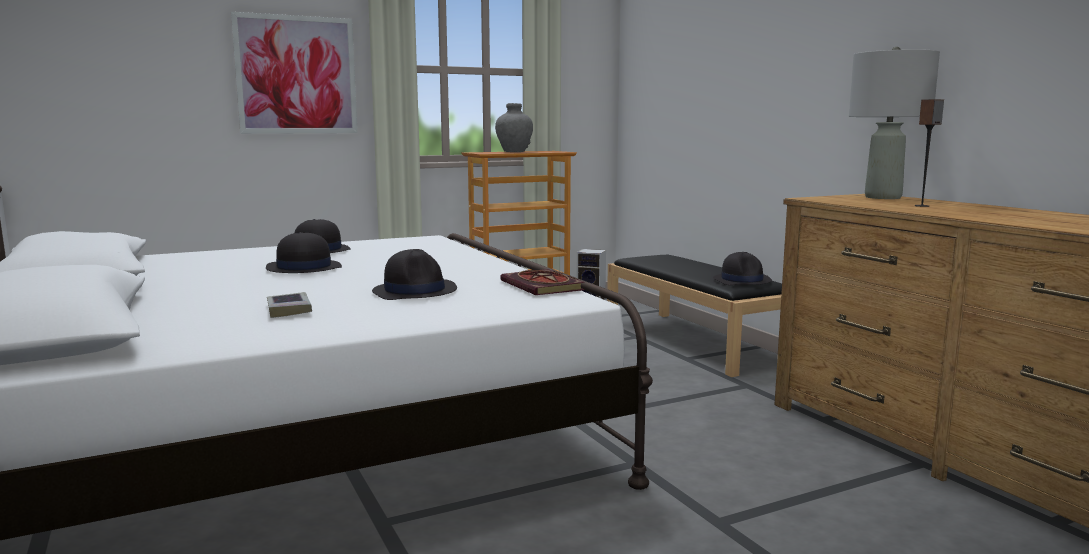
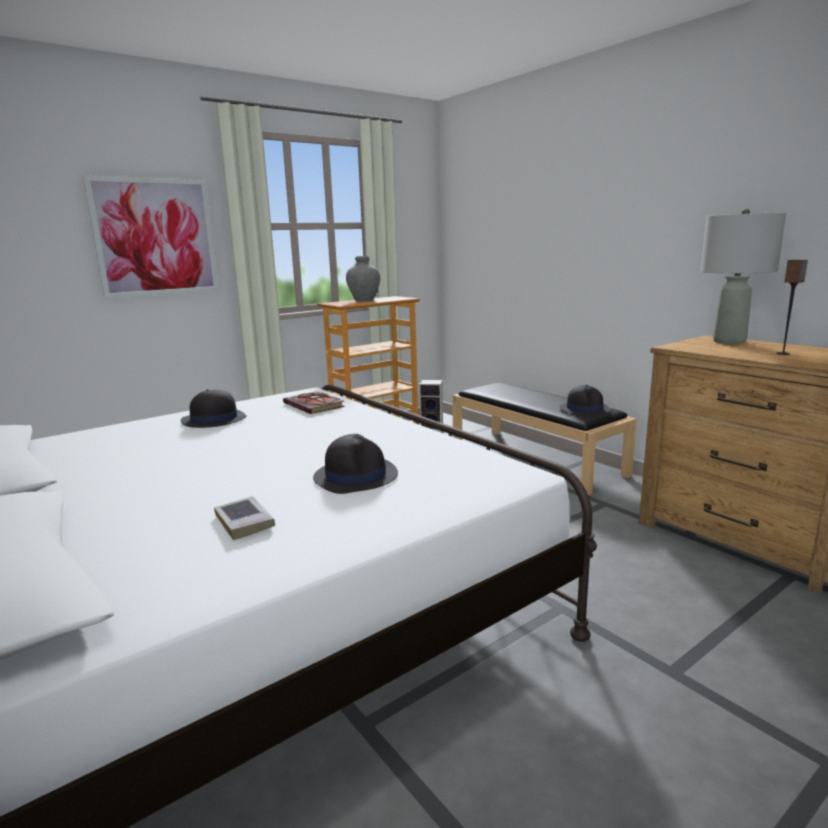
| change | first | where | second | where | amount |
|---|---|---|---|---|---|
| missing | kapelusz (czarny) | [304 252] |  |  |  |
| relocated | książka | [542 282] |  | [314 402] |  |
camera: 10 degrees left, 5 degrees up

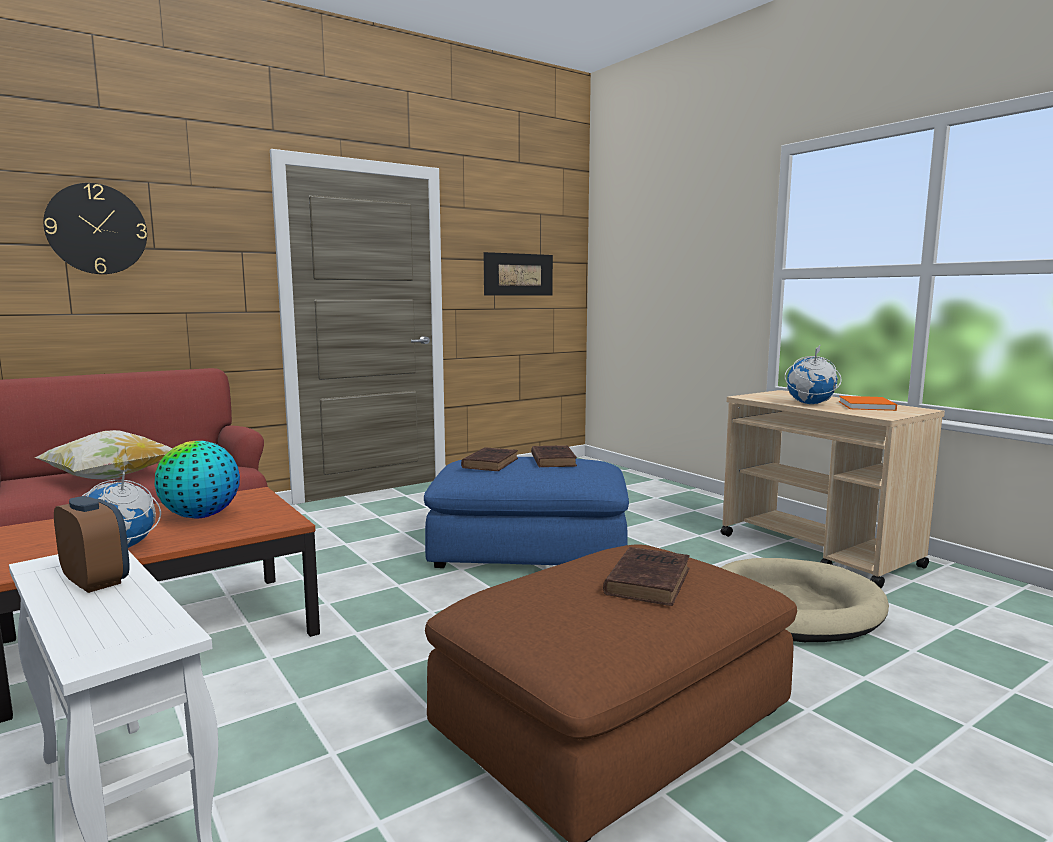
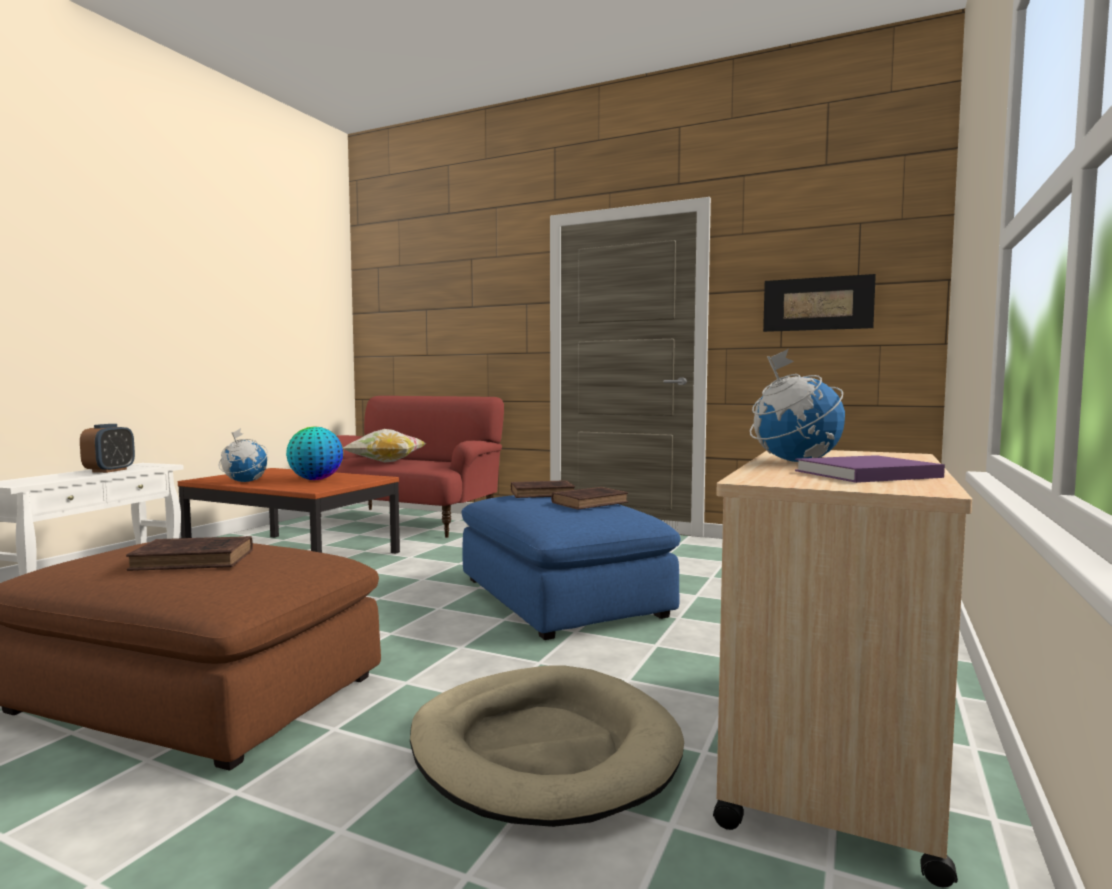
| change | first | where | second | where | amount |
|---|---|---|---|---|---|
| missing | zegar ścienny | [95 228] |  |  |  |
| colour | książka (pomarańczowy) | [868 403] | książka (fioletowy) | [870 469] |  |
camera: 60 degrees right, 5 degrees down

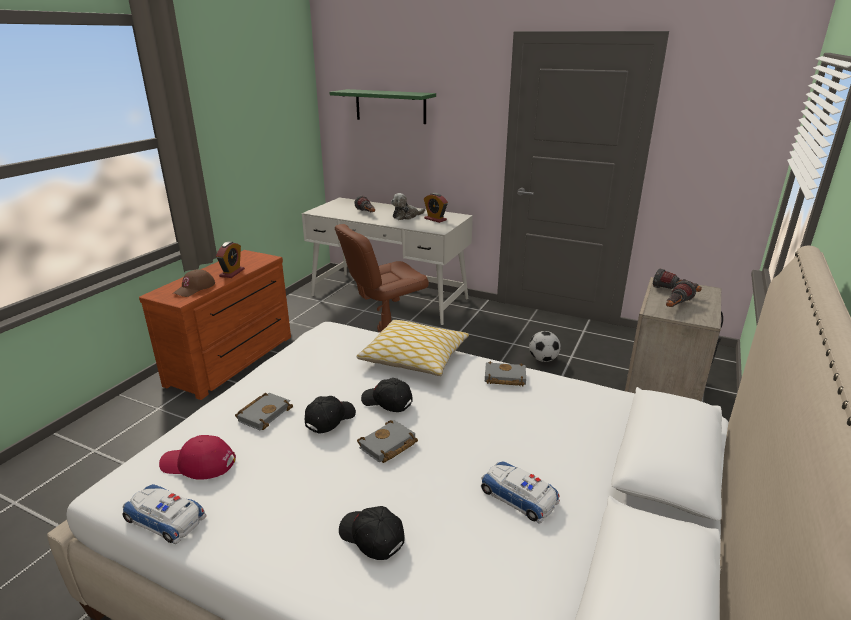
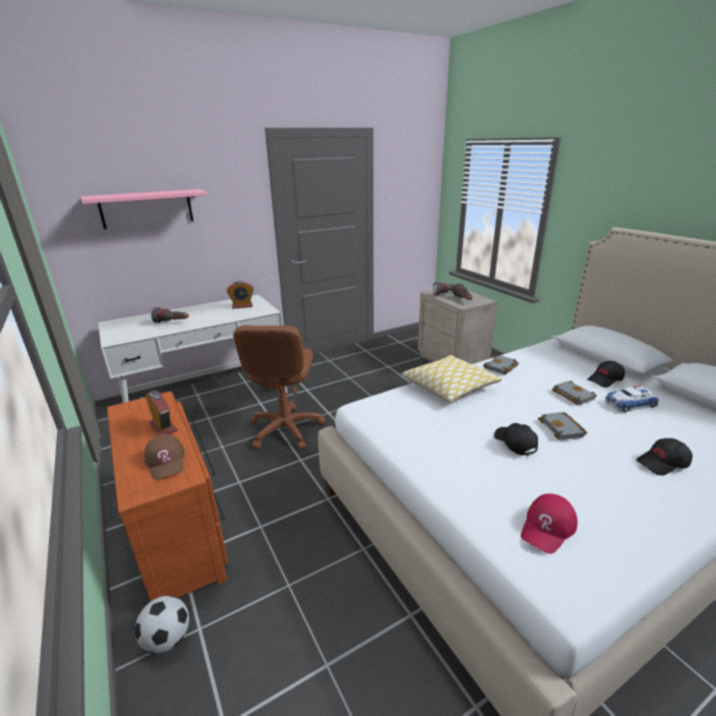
| change | first | where | second | where | amount |
|---|---|---|---|---|---|
| colour | półka (zielony) | [382 106] | półka (różowy) | [144 209] |  |
| missing | pluszak | [408 206] |  |  |  |
| relocated | piłka futbolowa | [545 346] |  | [162 625] |  |
| relocated | czapka z daszkiem (czarny) | [387 395] |  | [606 374] |  |
| relocated | książka (szary) | [264 411] |  | [574 393] |  |
| missing | samochodzik | [165 514] |  |  |  |
camera: 55 degrees left, 0 degrees up

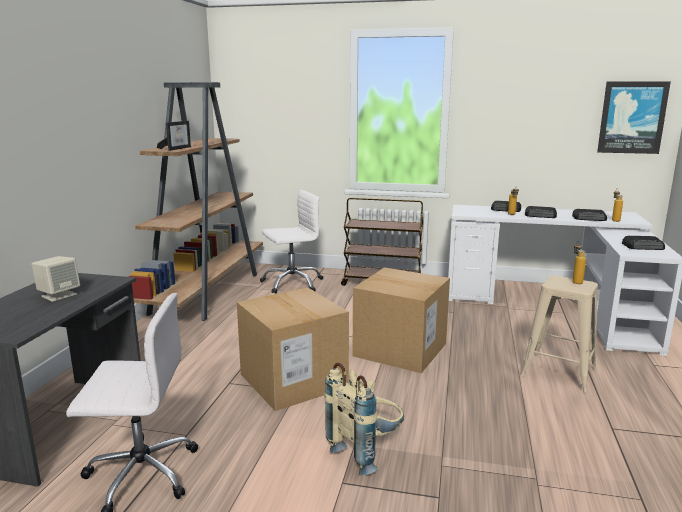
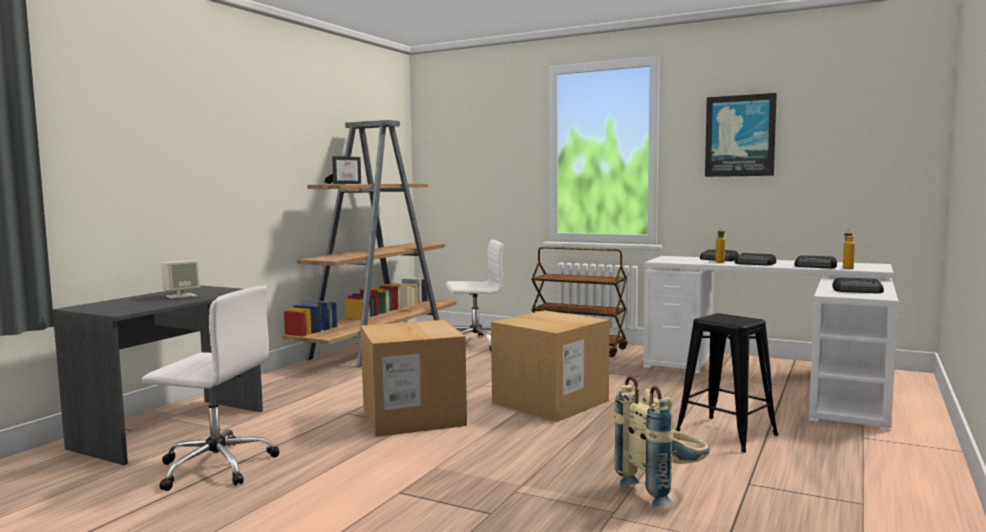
| change | first | where | second | where | amount |
|---|---|---|---|---|---|
| relocated | obraz | [634 117] |  | [741 135] |  |
| missing | butelka | [579 262] |  |  |  |
| colour | stołek (beżowy) | [559 334] | stołek (czarny) | [727 383] |  |
| relocated | plecak (beżowy) | [364 419] |  | [662 442] |  |
camera: 15 degrees right, 10 degrees down

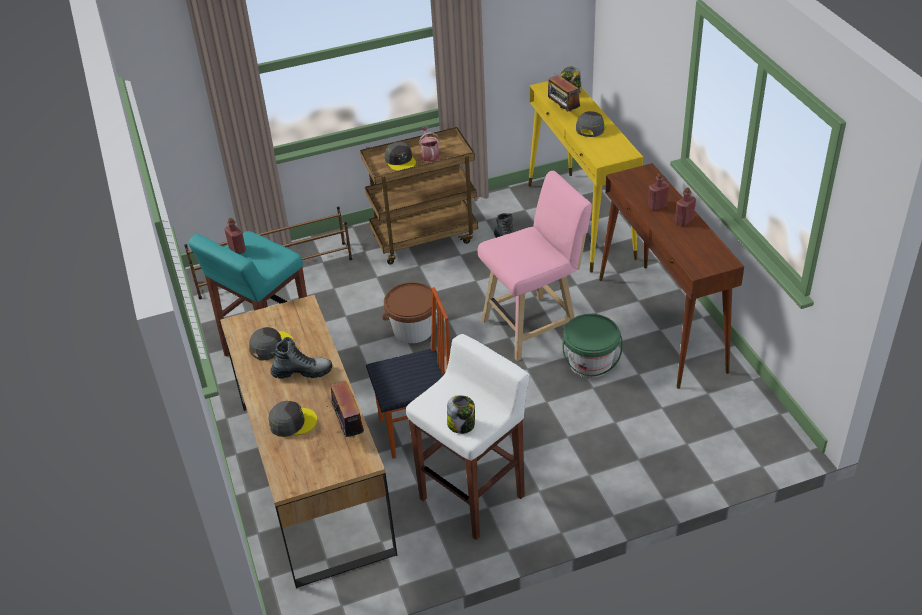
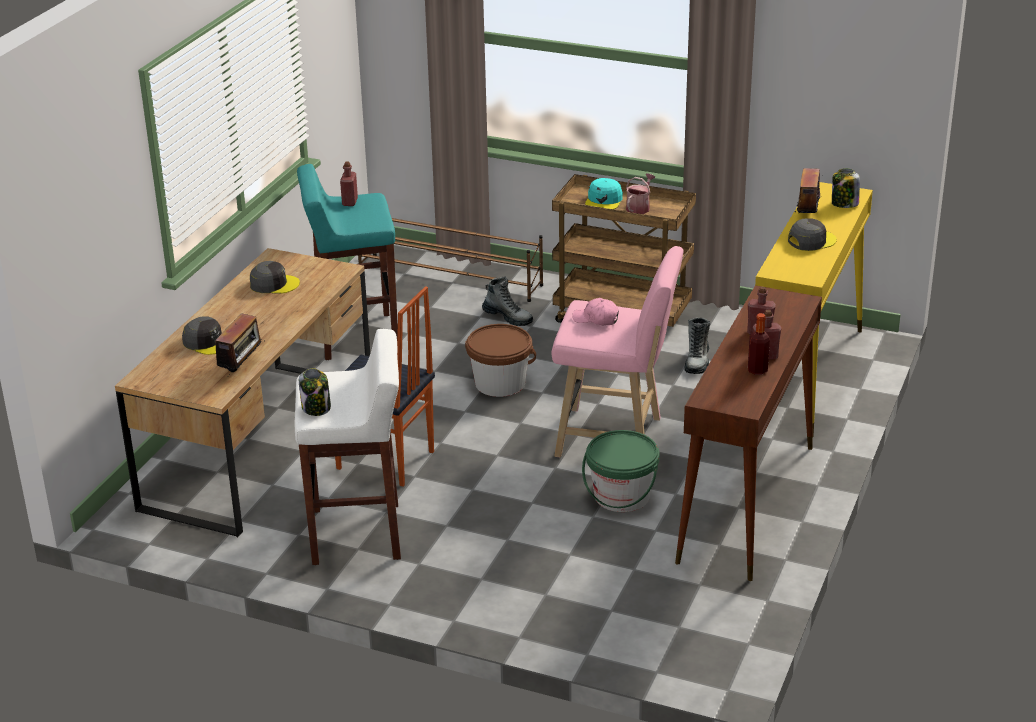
| change | first | where | second | where | amount |
|---|---|---|---|---|---|
| colour | czapka z daszkiem (szary) | [400 156] | czapka z daszkiem (turkusowy) | [604 193] |  |
| relocated | but z cholewką | [301 358] |  | [507 301] |  |
| appeared |  |  | czapka z daszkiem (różowy) | [595 311] |  |
| appeared |  |  | butelka | [759 344] |  |
camera: 40 degrees right, 10 degrees down

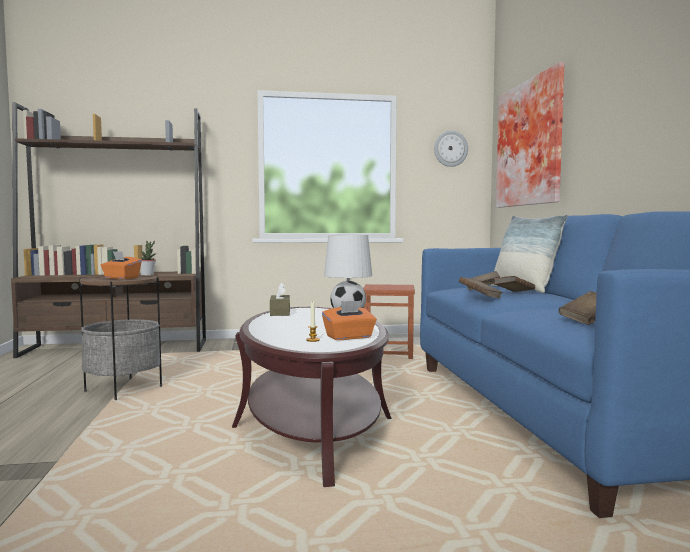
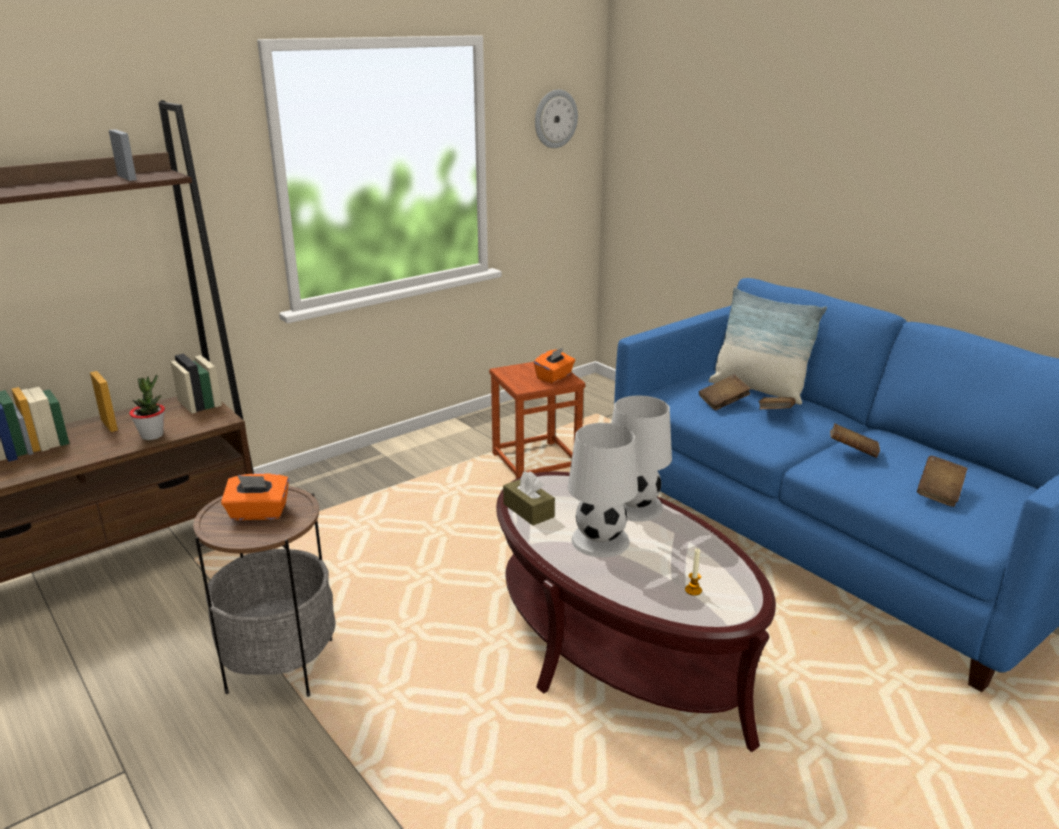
| change | first | where | second | where | amount |
|---|---|---|---|---|---|
| missing | obraz | [530 135] |  |  |  |
| relocated | książka (brązowy) | [481 287] |  | [855 440] |  |
| relocated | pudełko chusteczek (pomarańczowy) | [349 320] |  | [554 365] |  |
| appeared |  |  | lampa stołowa (biały) | [603 490] |  |
camera: 30 degrees left, 20 degrees up

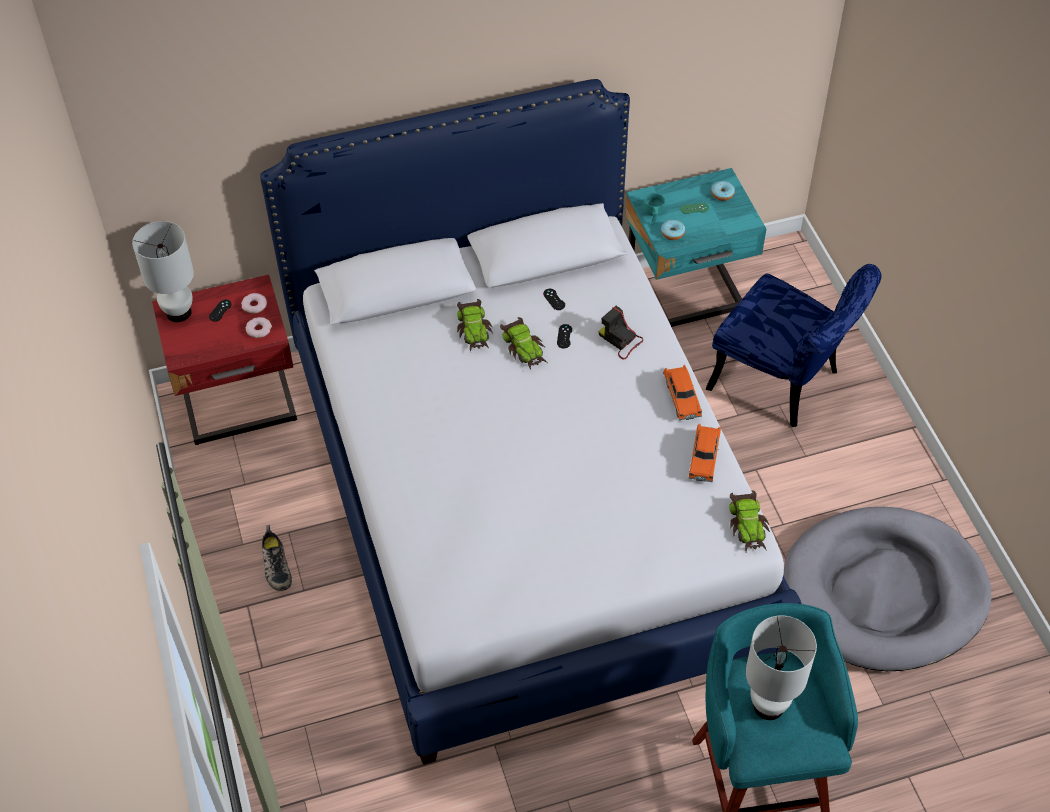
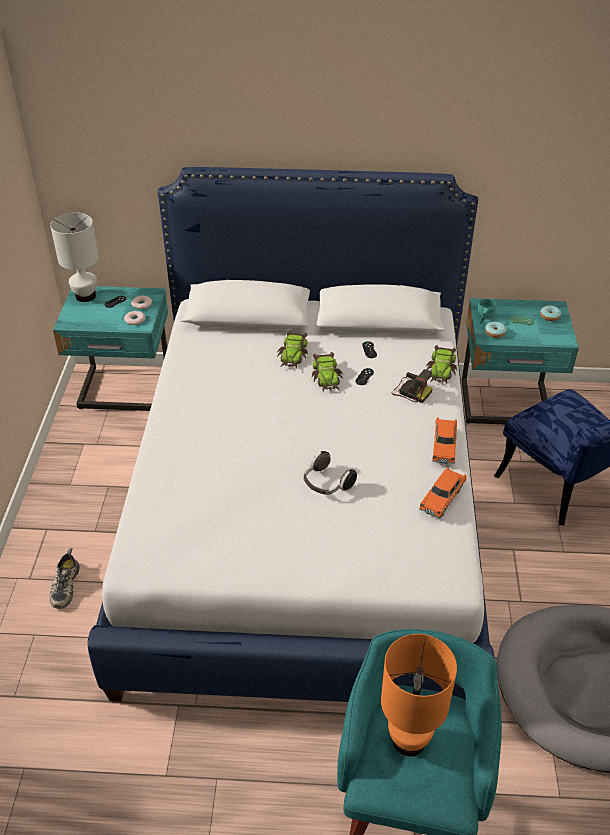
| change | first | where | second | where | amount |
|---|---|---|---|---|---|
| colour | szafka nocna (czerwony) | [224 360] | szafka nocna (turkusowy) | [110 348] |  |
| spun | aparat fotograficzny | [621 332] |  | [412 386] | 150 degrees clockwise |
| relocated | samochodzik | [749 521] |  | [441 364] |  |
| relocated | but | [277 558] |  | [65 578] |  |
| colour | lampa stołowa (biały) | [781 667] | lampa stołowa (pomarańczowy) | [419 695] |  |
| appeared |  |  | słuchawki | [330 473] |  |
camera: 20 degrees right, 10 degrees down

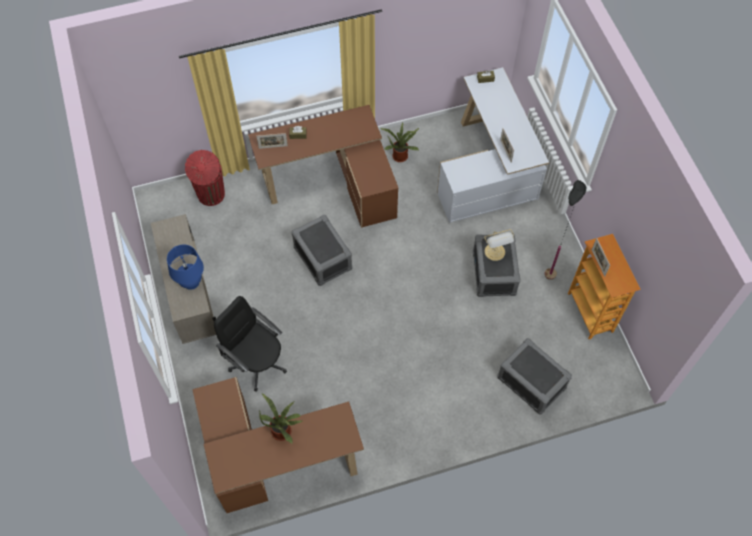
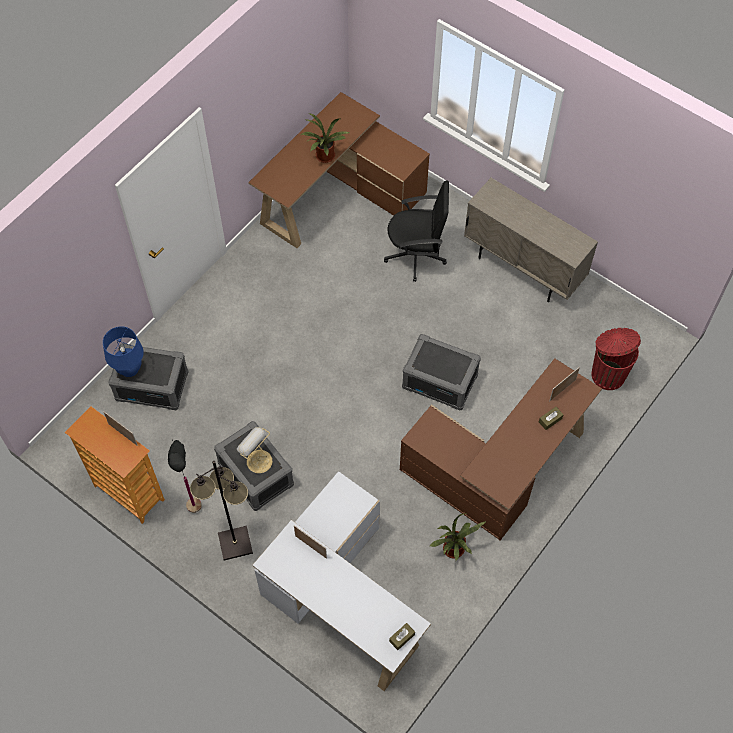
| change | first | where | second | where | amount |
|---|---|---|---|---|---|
| relocated | lampa stołowa (niebieski) | [185 267] |  | [123 351] |  |
| appeared |  |  | lampa stojąca (czarny) | [221 510] |  |
camera: 145 degrees right, 0 degrees up

